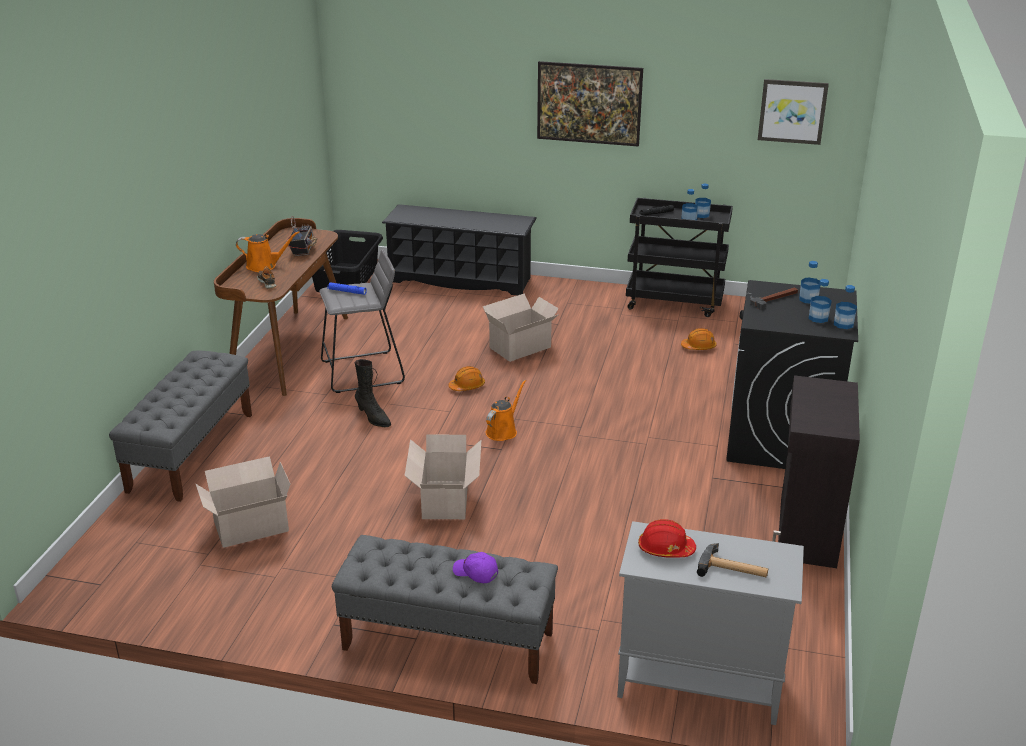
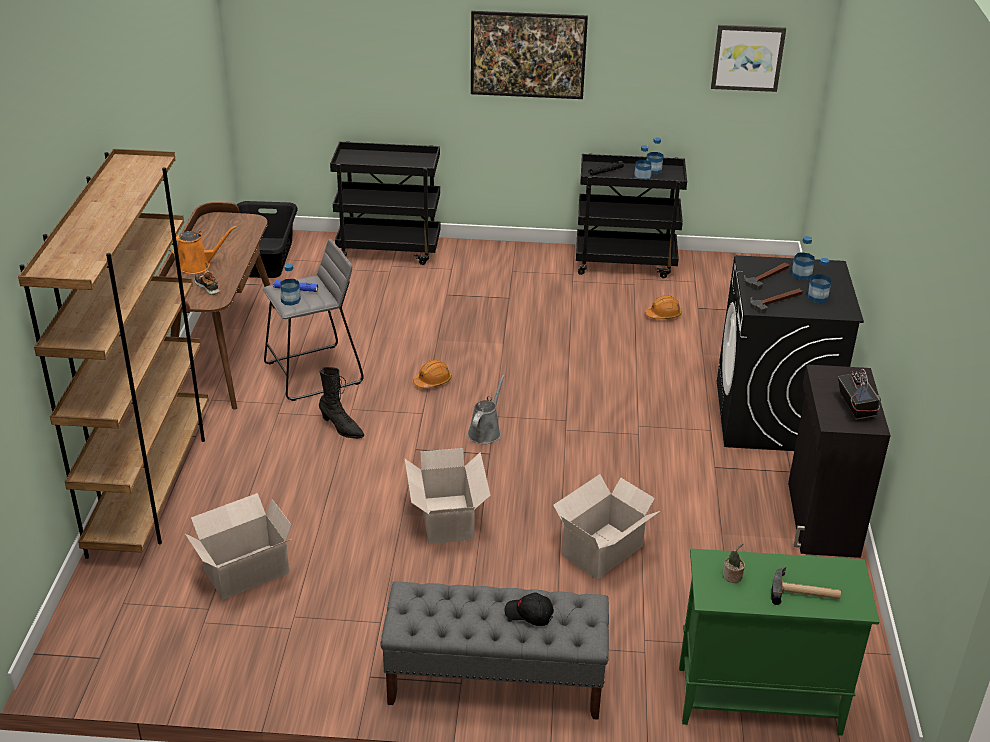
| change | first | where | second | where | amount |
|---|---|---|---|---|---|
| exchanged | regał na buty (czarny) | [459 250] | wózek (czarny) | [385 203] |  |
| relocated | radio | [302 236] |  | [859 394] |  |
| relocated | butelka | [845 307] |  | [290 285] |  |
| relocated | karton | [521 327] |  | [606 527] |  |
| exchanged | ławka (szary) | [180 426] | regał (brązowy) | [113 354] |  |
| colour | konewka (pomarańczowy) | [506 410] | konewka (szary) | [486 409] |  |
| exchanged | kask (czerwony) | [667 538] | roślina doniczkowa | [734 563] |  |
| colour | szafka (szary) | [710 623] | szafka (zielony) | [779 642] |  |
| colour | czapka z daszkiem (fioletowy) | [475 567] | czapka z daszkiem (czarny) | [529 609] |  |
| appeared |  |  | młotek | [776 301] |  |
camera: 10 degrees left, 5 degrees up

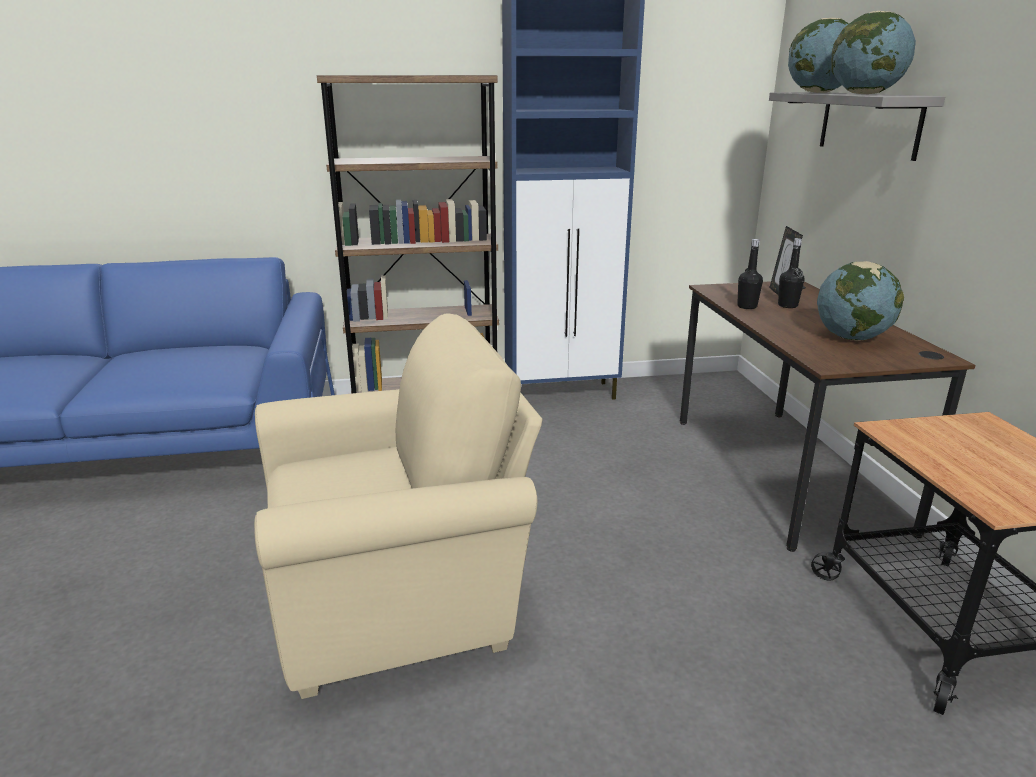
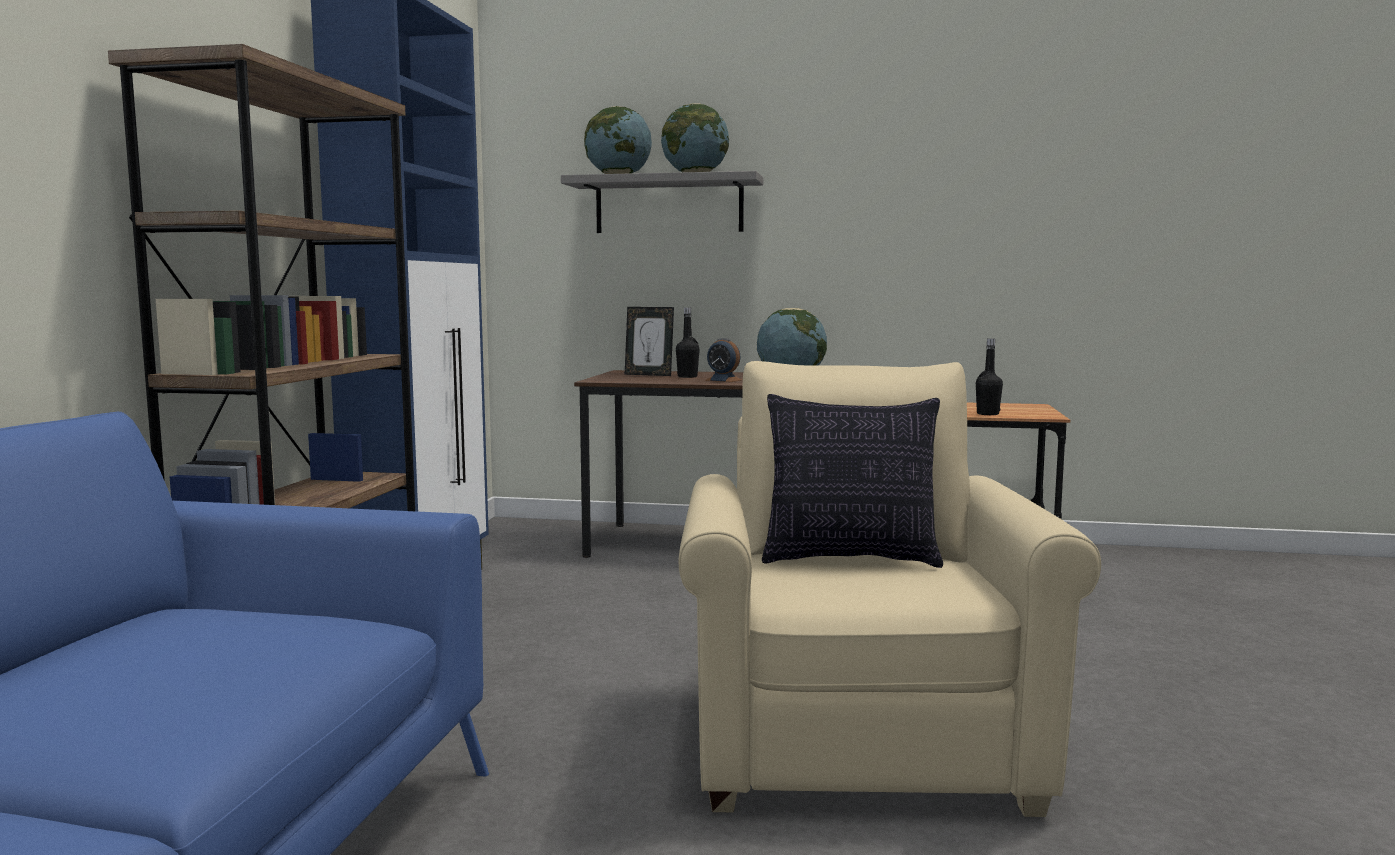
| change | first | where | second | where | amount |
|---|---|---|---|---|---|
| relocated | butelka (czarny) | [750 274] |  | [989 377] |  |
| appeared |  |  | budzik | [723 360] |  |
| appeared |  |  | poduszka | [852 481] |  |
camera: 70 degrees left, 15 degrees down

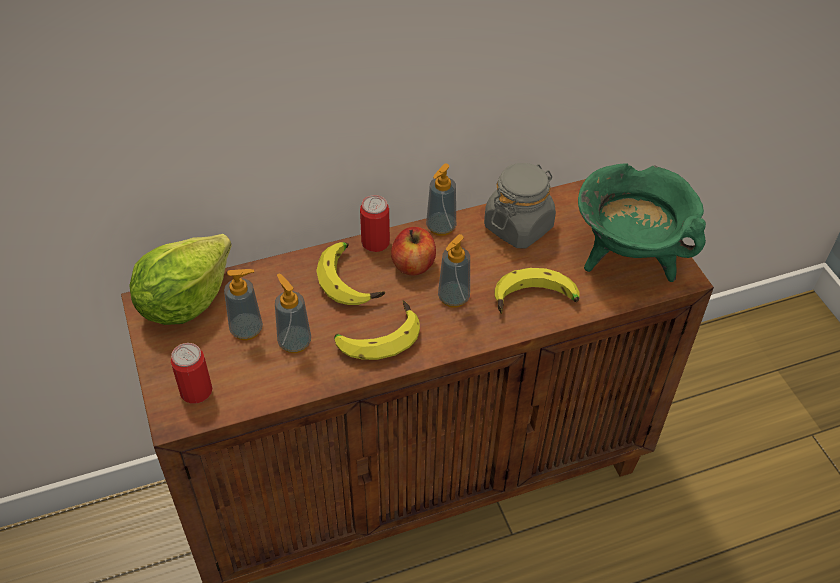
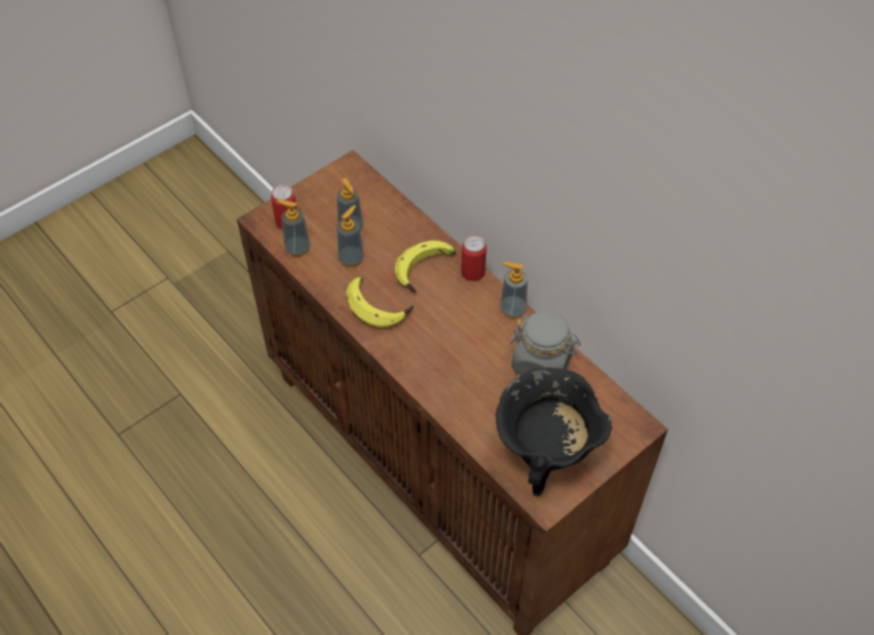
| change | first | where | second | where | amount |
|---|---|---|---|---|---|
| colour | garnek (zielony) | [642 222] | garnek (czarny) | [554 432] |  |
| missing | jabłko | [413 251] |  |  |  |
| missing | sałata | [180 279] |  |  |  |
| relocated | dozownik mydła | [454 271] |  | [293 228] |  |
| missing | banan | [536 291] |  |  |  |
camera: 70 degrees right, 5 degrees up

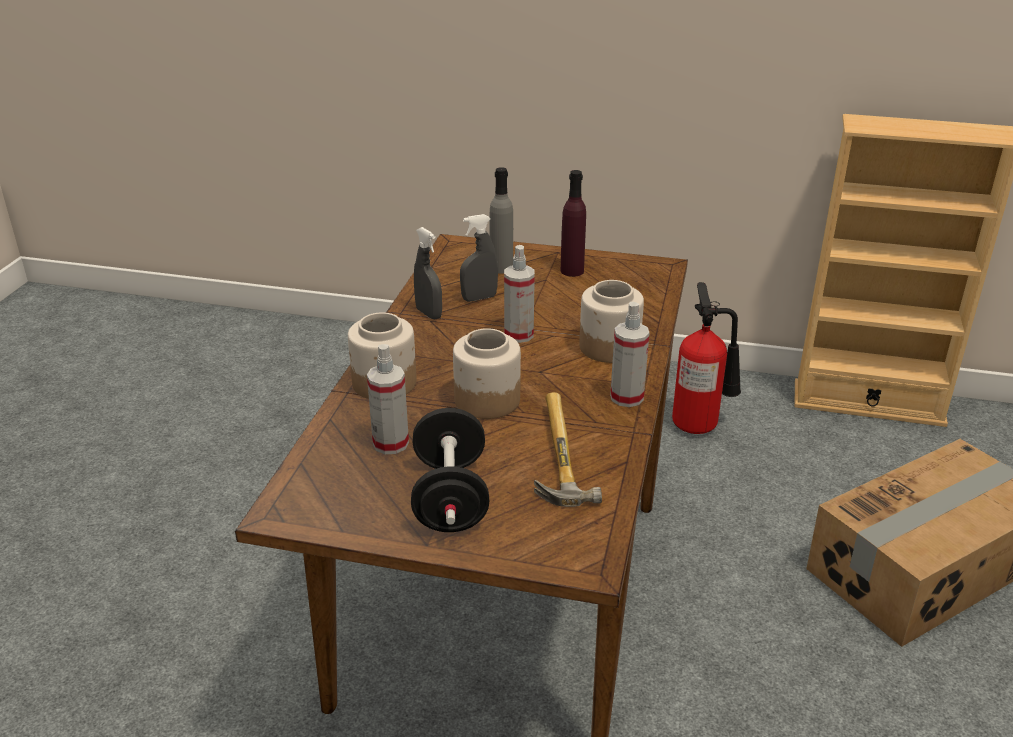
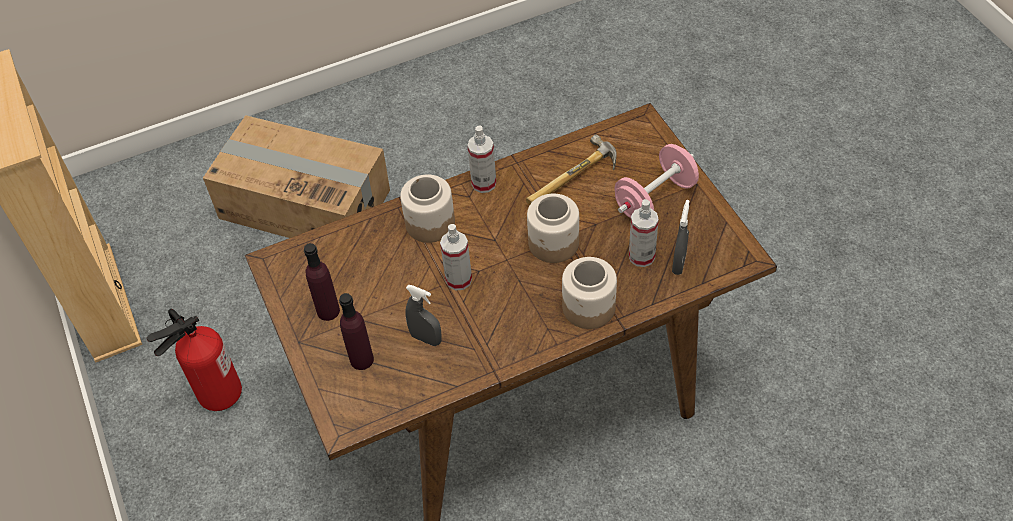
| change | first | where | second | where | amount |
|---|---|---|---|---|---|
| colour | butelka (szary) | [501 220] | butelka (fioletowy) | [356 331] |  |
| relocated | spryskiwacz (szary) | [428 273] |  | [680 237] |  |
| colour | hantel (czarny) | [450 470] | hantel (różowy) | [657 181] |  |
camera: 125 degrees left, 20 degrees up

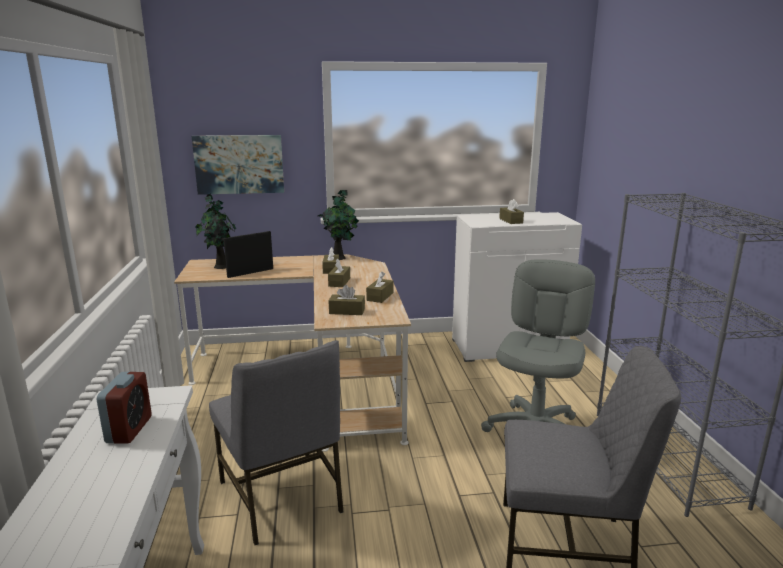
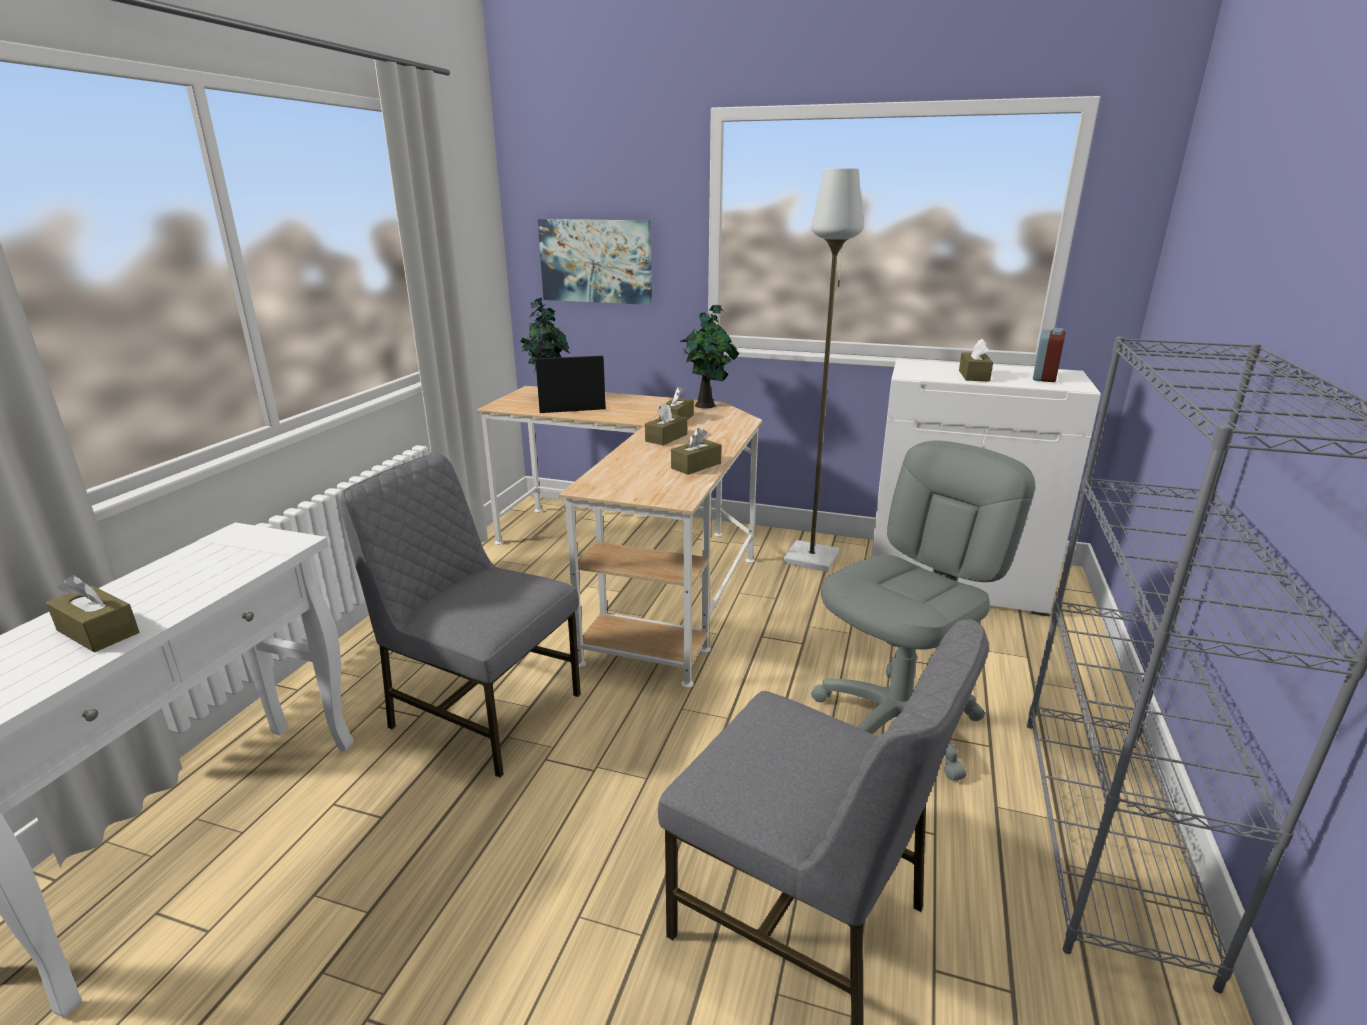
| change | first | where | second | where | amount |
|---|---|---|---|---|---|
| relocated | pudełko chusteczek (brązowy) | [347 300] |  | [92 613] |  |
| spun | krzesło (szary) | [276 442] |  | [460 616] | 120 degrees clockwise |
| relocated | budzik | [124 408] |  | [1049 355] |  |
| appeared |  |  | lampa stojąca (szary) | [823 370] |  |
camera: 25 degrees right, 5 degrees up

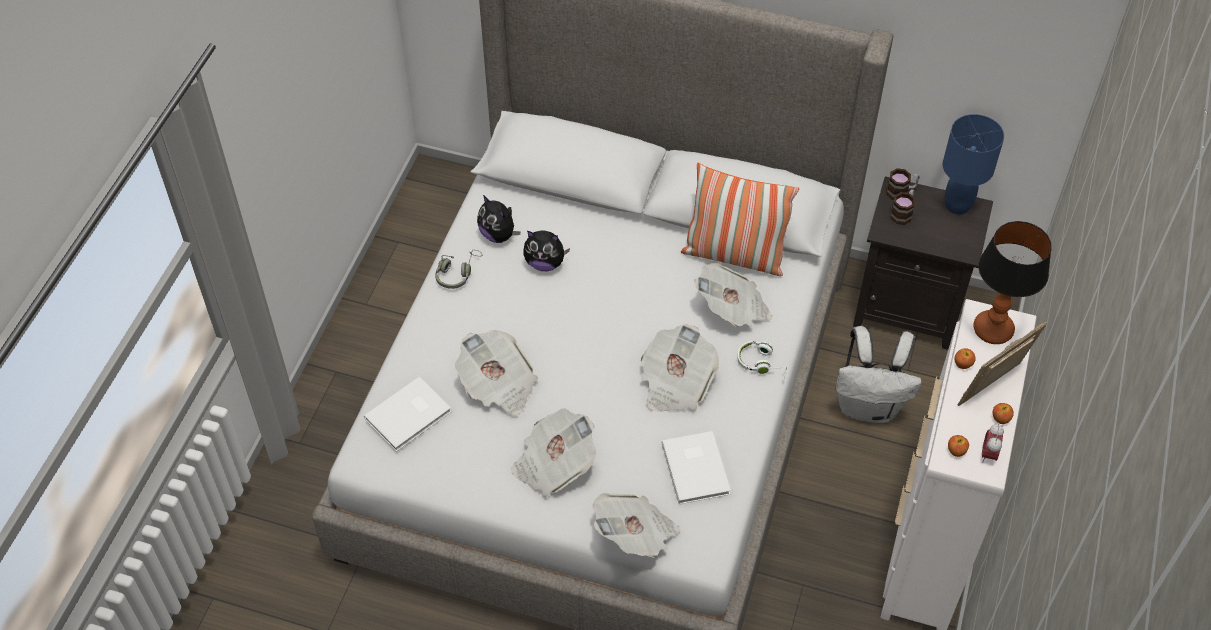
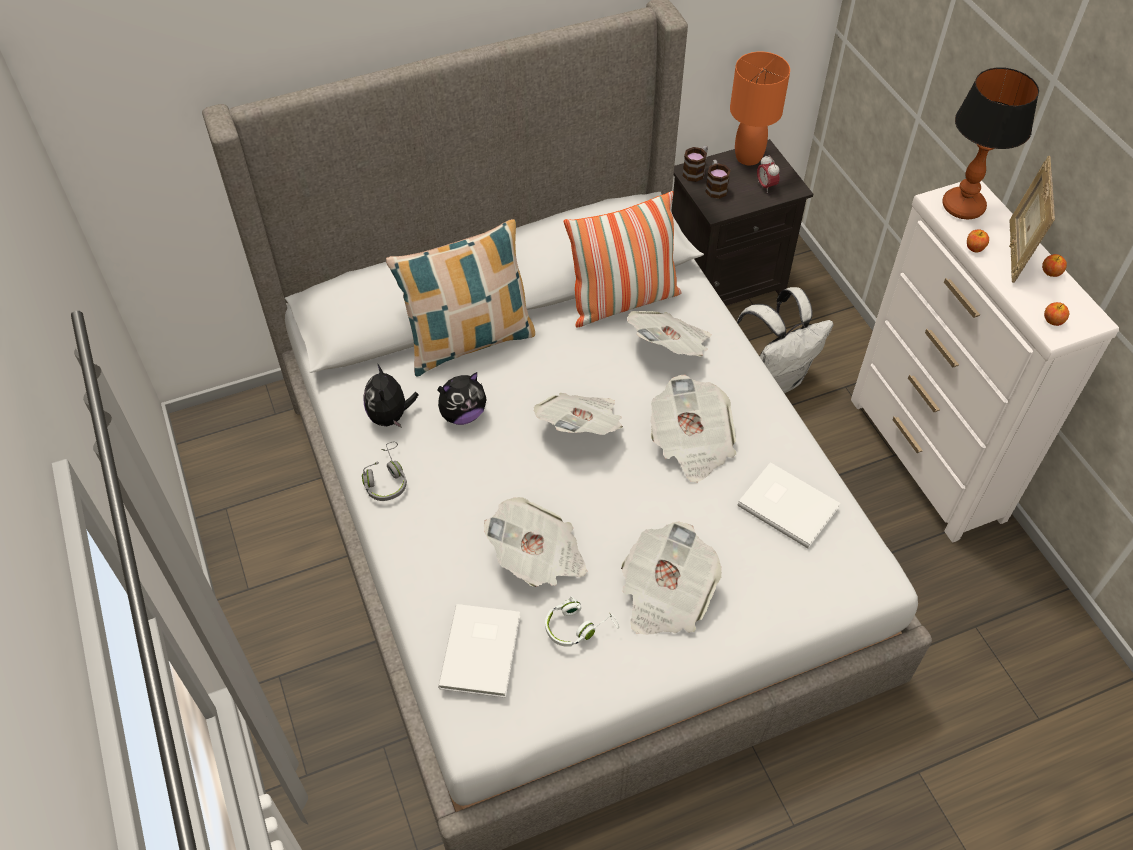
| change | first | where | second | where | amount |
|---|---|---|---|---|---|
| colour | lampa stołowa (niebieski) | [973 164] | lampa stołowa (pomarańczowy) | [760 108] |  |
| spun | pluszak | [498 219] |  | [391 395] | 75 degrees clockwise |
| relocated | słuchawki (biały) | [762 359] |  | [582 621] |  |
| relocated | budzik | [993 443] |  | [768 174] |  |
| relocated | gazeta | [636 525] |  | [578 414] |  |
| appeared |  |  | poduszka | [460 298] |  |
camera: 40 degrees left, 0 degrees up

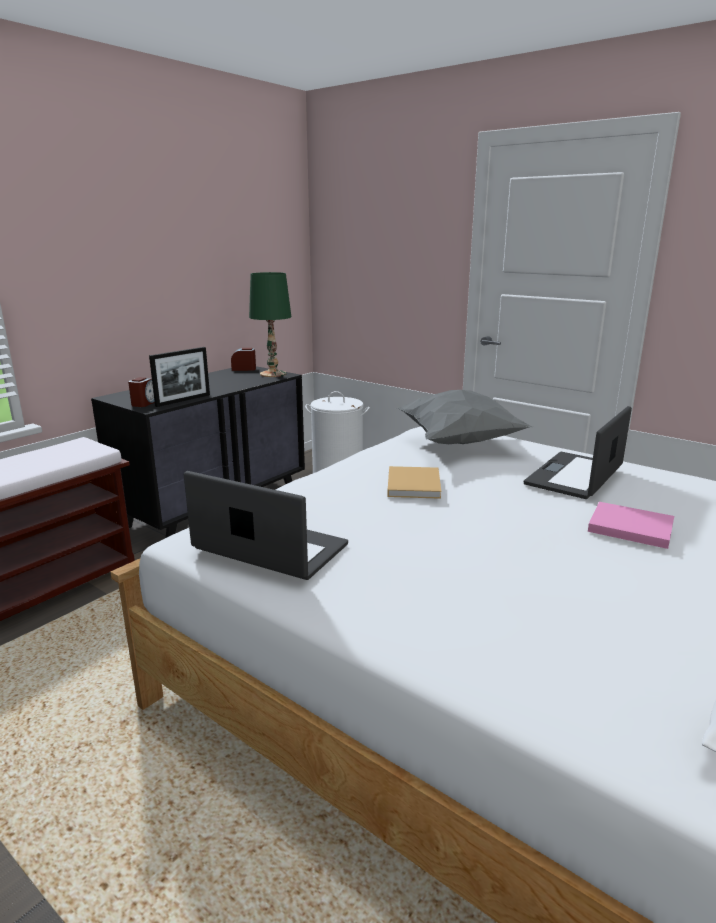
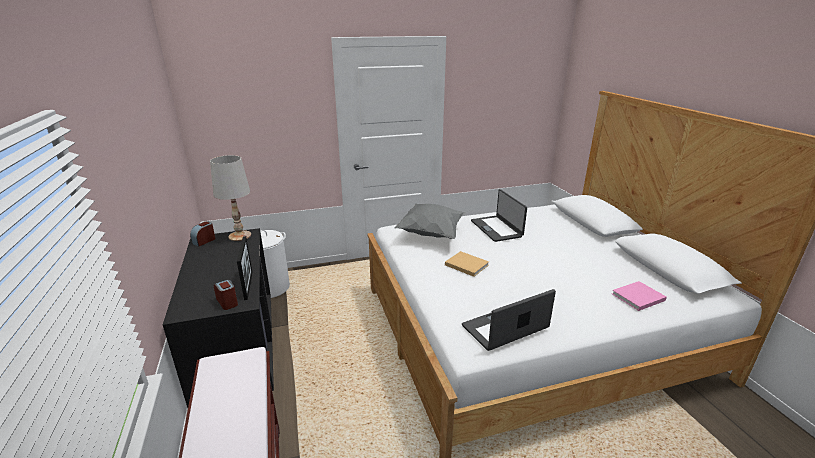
| change | first | where | second | where | amount |
|---|---|---|---|---|---|
| colour | lampa stołowa (zielony) | [270 324] | lampa stołowa (biały) | [230 198] |  |
| relocated | książka (różowy) | [631 525] |  | [639 296] |  |
camera: 55 degrees left, 5 degrees up

